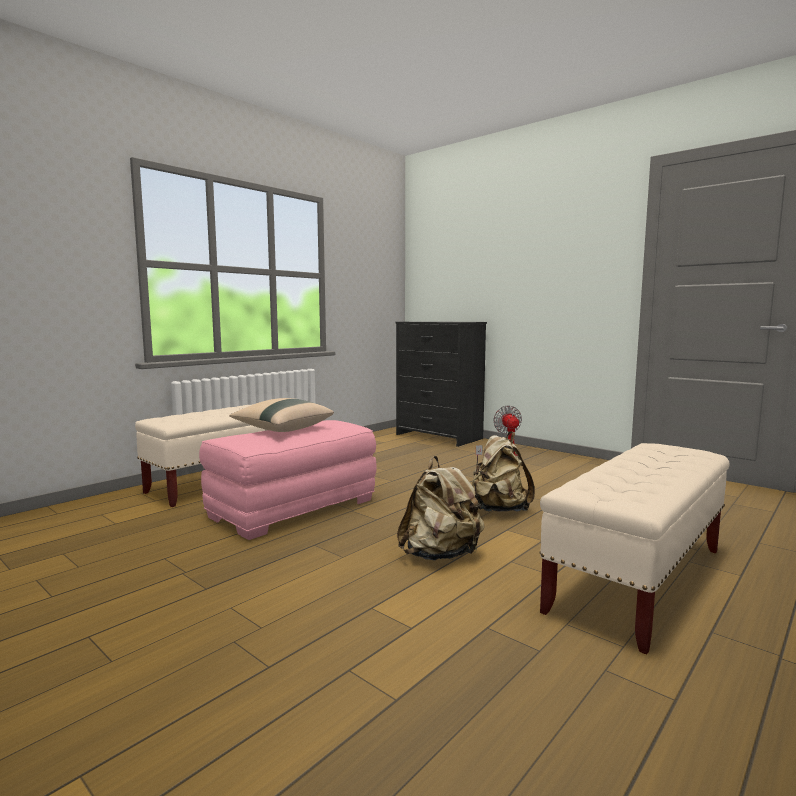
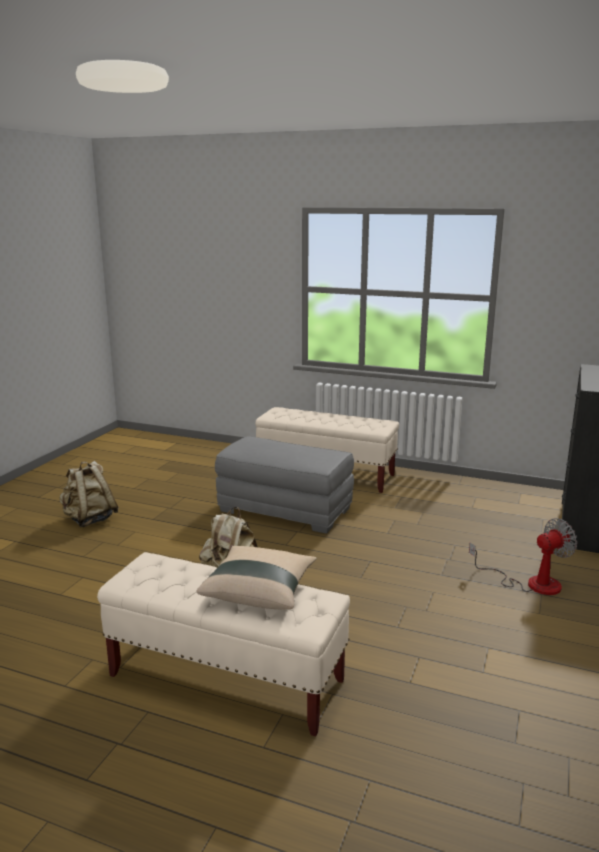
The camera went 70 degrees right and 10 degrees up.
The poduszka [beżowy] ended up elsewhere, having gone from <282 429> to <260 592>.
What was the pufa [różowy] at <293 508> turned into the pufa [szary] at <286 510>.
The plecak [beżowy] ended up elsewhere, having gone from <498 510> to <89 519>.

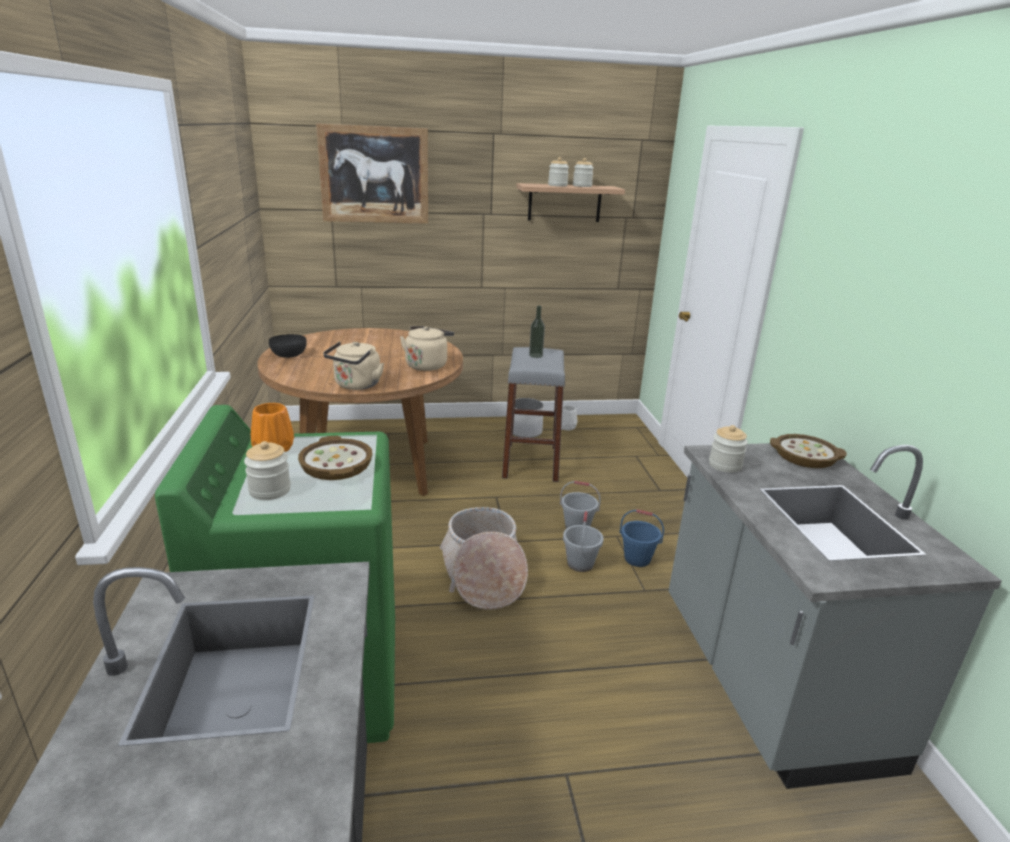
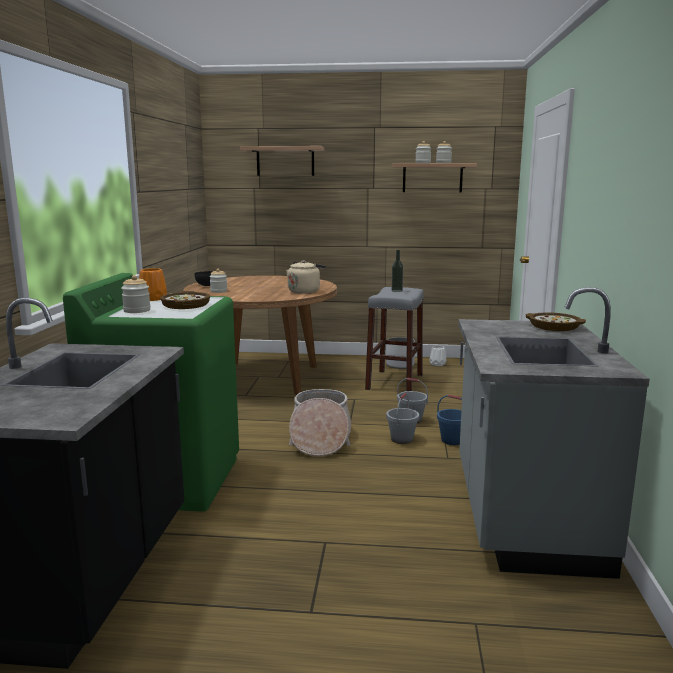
The camera went 15 degrees right and 10 degrees down.
Where the obraz hung at <374 175>, the półka came to hang at <285 161>.
The second view lost the czajnik [beżowy] at <356 385>.
The słoik ended up elsewhere, having gone from <725 465> to <218 291>.

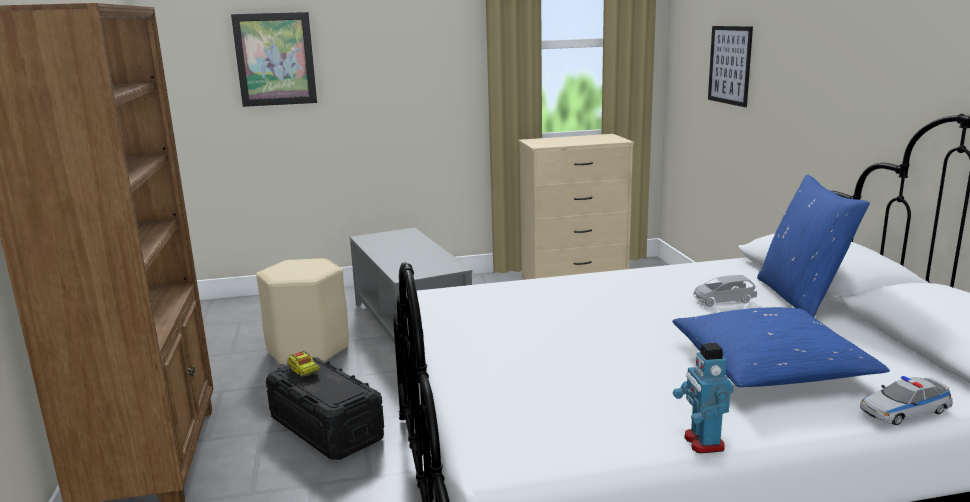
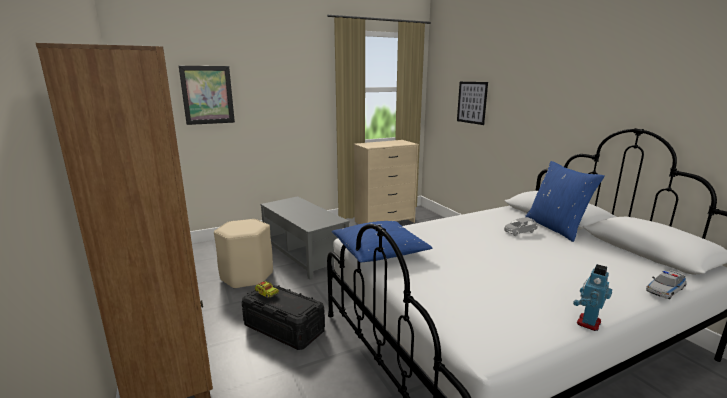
The camera went 15 degrees left and 0 degrees up.
The poduszka [niebieski] ended up elsewhere, having gone from <770 368> to <379 251>.
The robot zabawkowy at <703 442> ended up facing another way, 60 degrees clockwise from before.

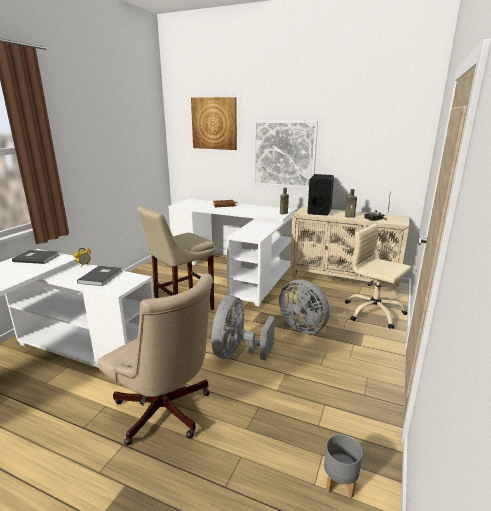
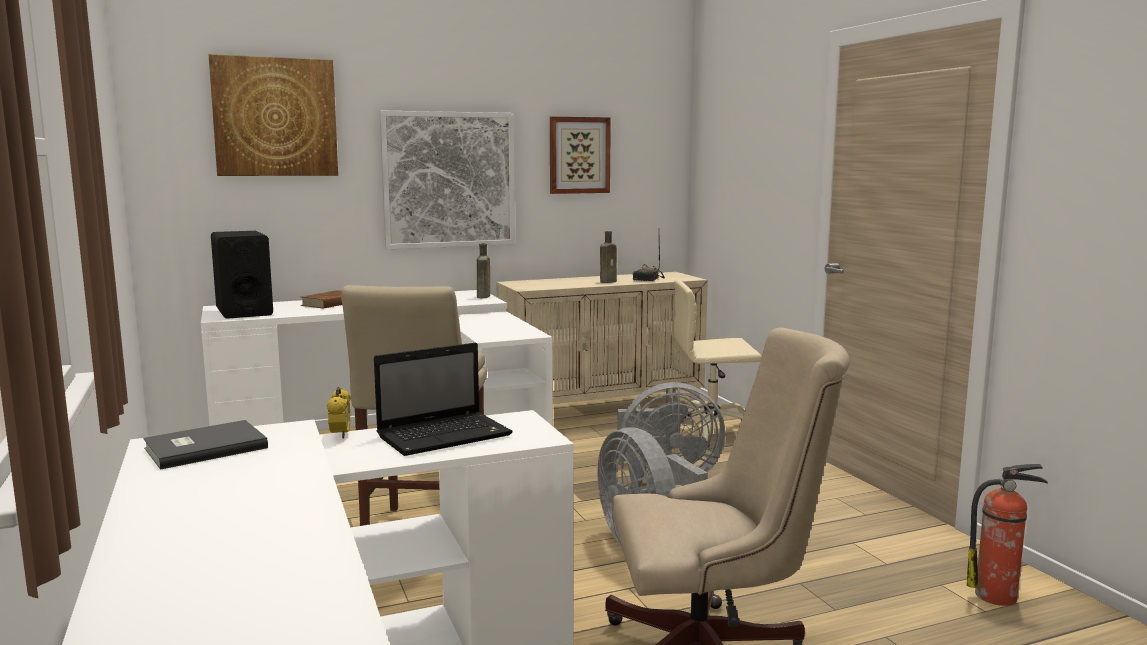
The camera went 45 degrees left and 10 degrees down.
The głośnik [czarny] ended up elsewhere, having gone from <319 211> to <244 311>.
Where the książka [szary] stood at <102 277>, the laptop came to stand at <446 435>.
Where the donica [szary] stood at <339 483>, the gaśnica came to stand at <998 596>.
The second view gained the obraz at <579 155>.

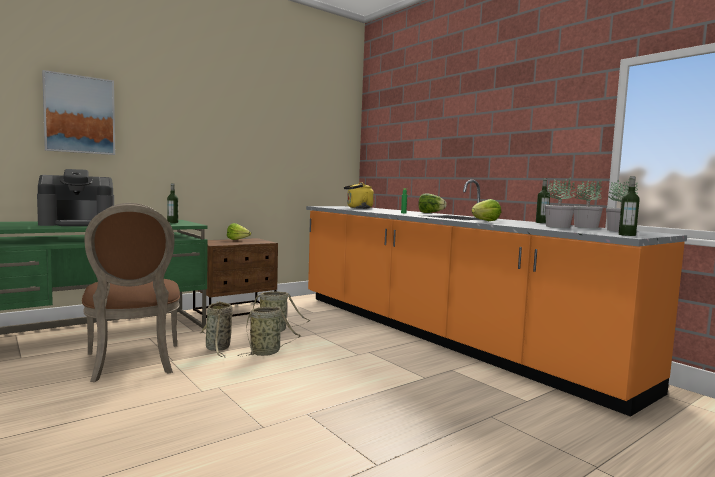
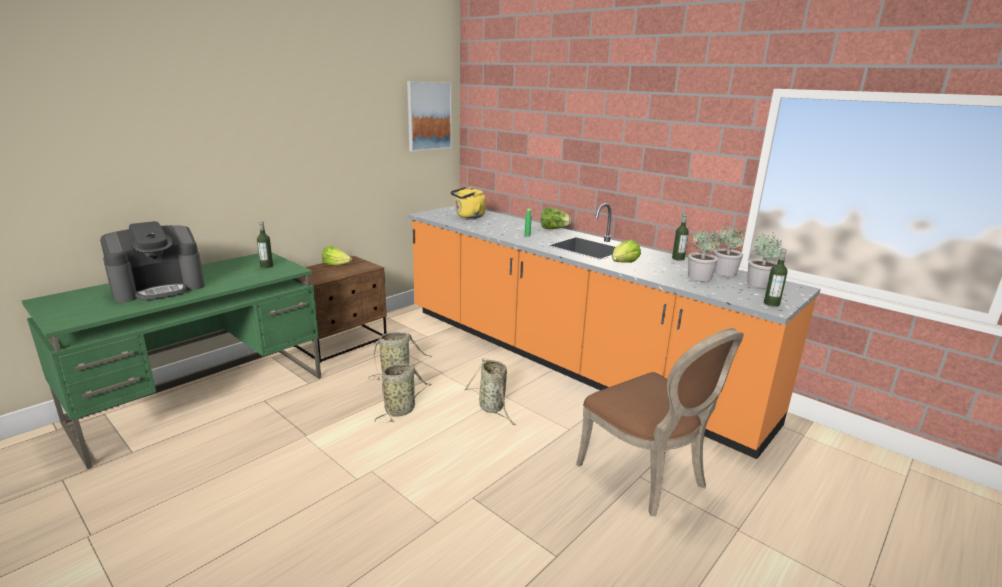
The camera went 10 degrees left and 15 degrees up.
The obraz ended up elsewhere, having gone from <79 114> to <429 116>.
The krzesło [brązowy] ended up elsewhere, having gone from <133 364> to <647 476>.
The koszyk ended up elsewhere, having gone from <218 348> to <492 408>.

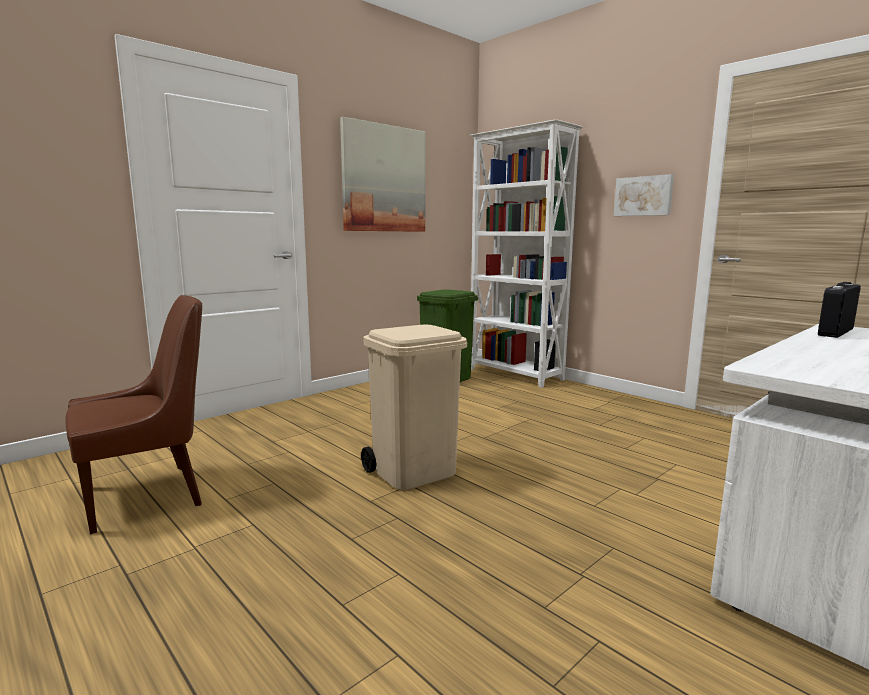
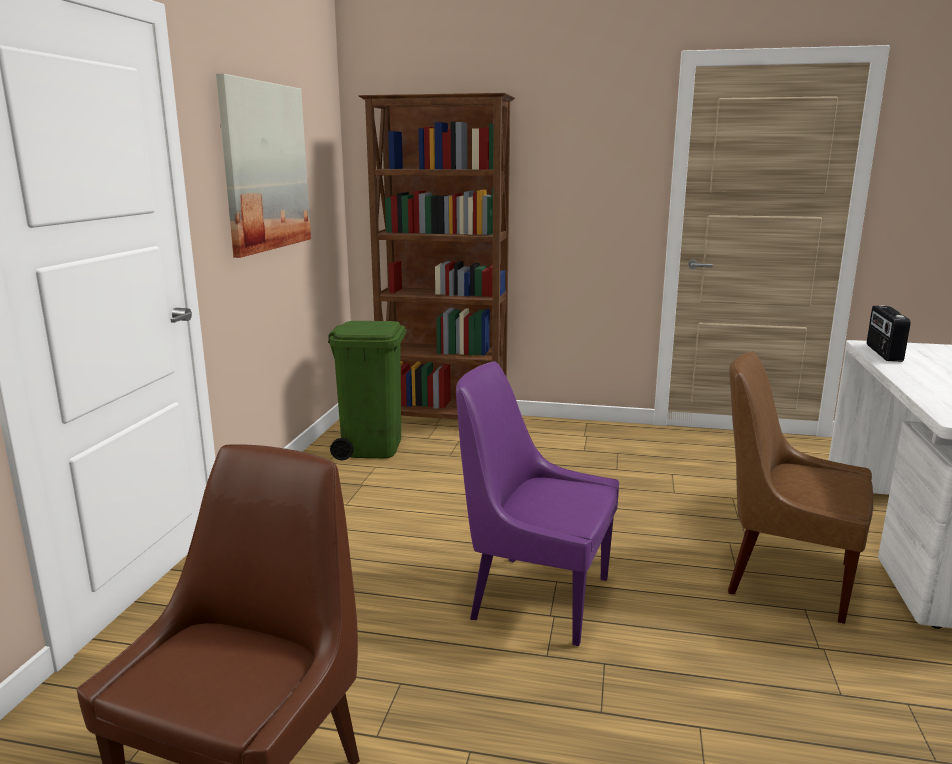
The camera went 35 degrees left and 5 degrees up.
What was the regał [biały] at <515 375> turned into the regał [brązowy] at <444 420>.
The second view lost the obraz at <643 196>.
Where the kosz na śmieci [beżowy] stood at <415 472>, the krzesło [fioletowy] came to stand at <535 597>.
The second view gained the krzesło [brązowy] at <783 577>.

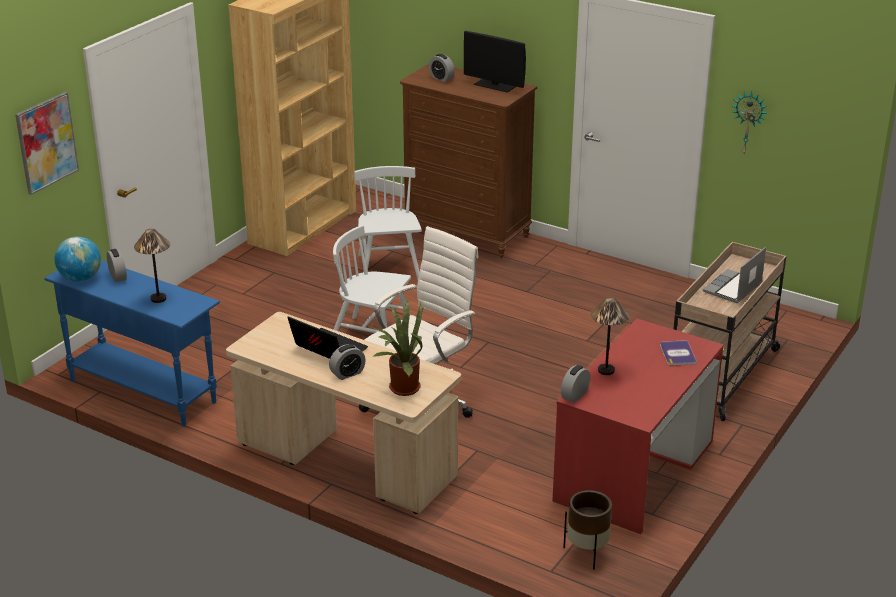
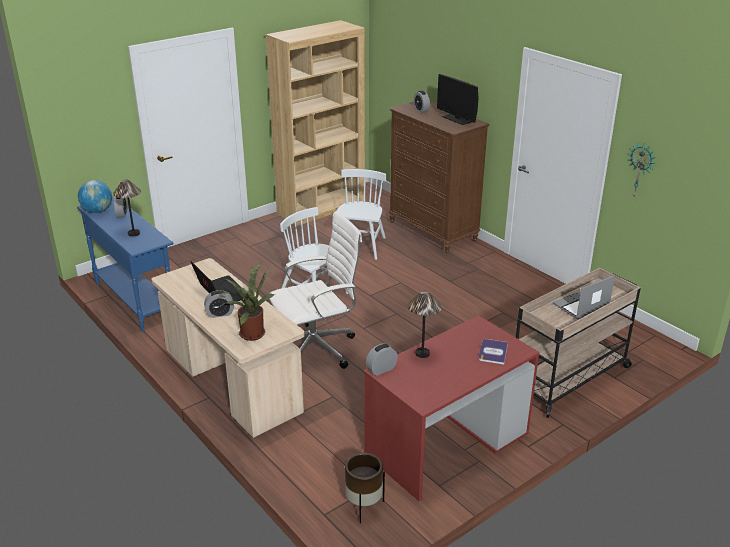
The camera went 20 degrees right and 0 degrees up.
The second view lost the obraz at <46 142>.

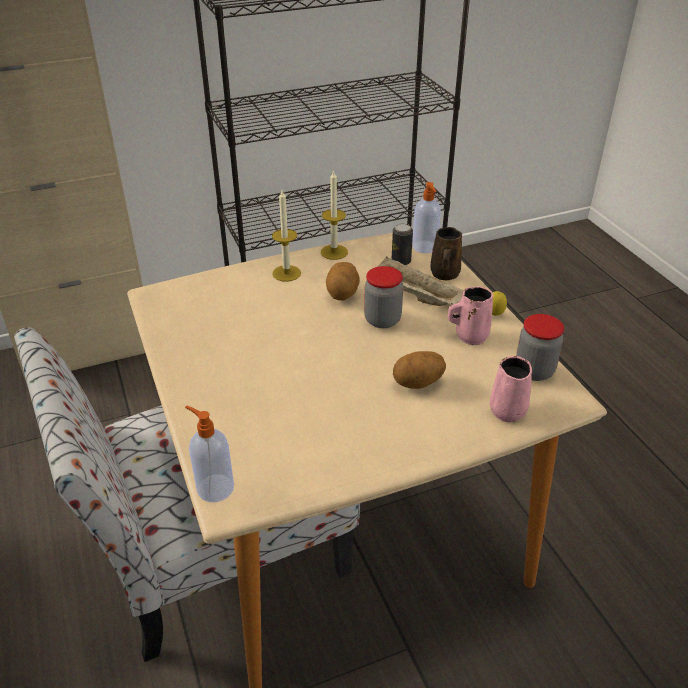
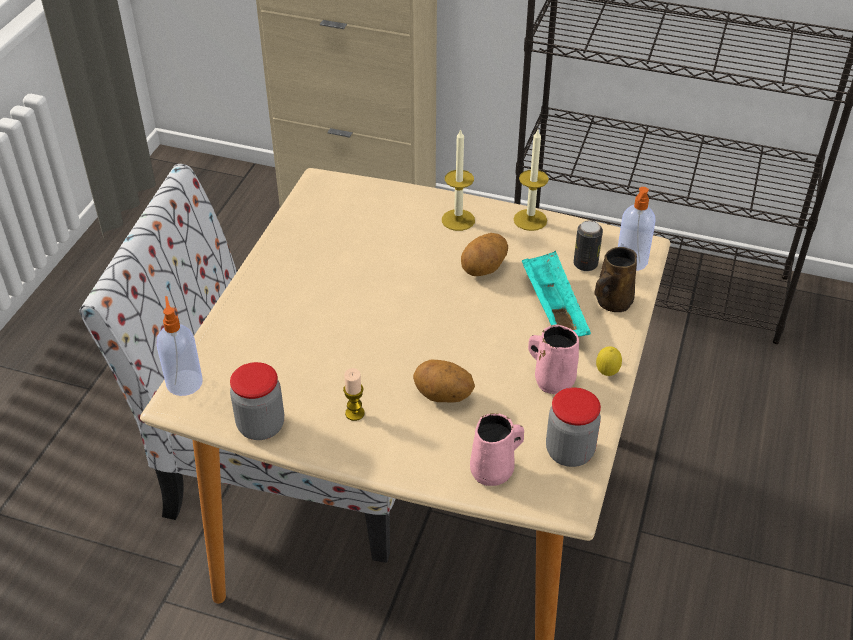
The camera went 40 degrees right and 5 degrees up.
What was the taca [beżowy] at <416 296> turned into the taca [turkusowy] at <552 309>.
The słoik ended up elsewhere, having gone from <382 320> to <261 426>.
The second view gained the świeca at <355 413>.

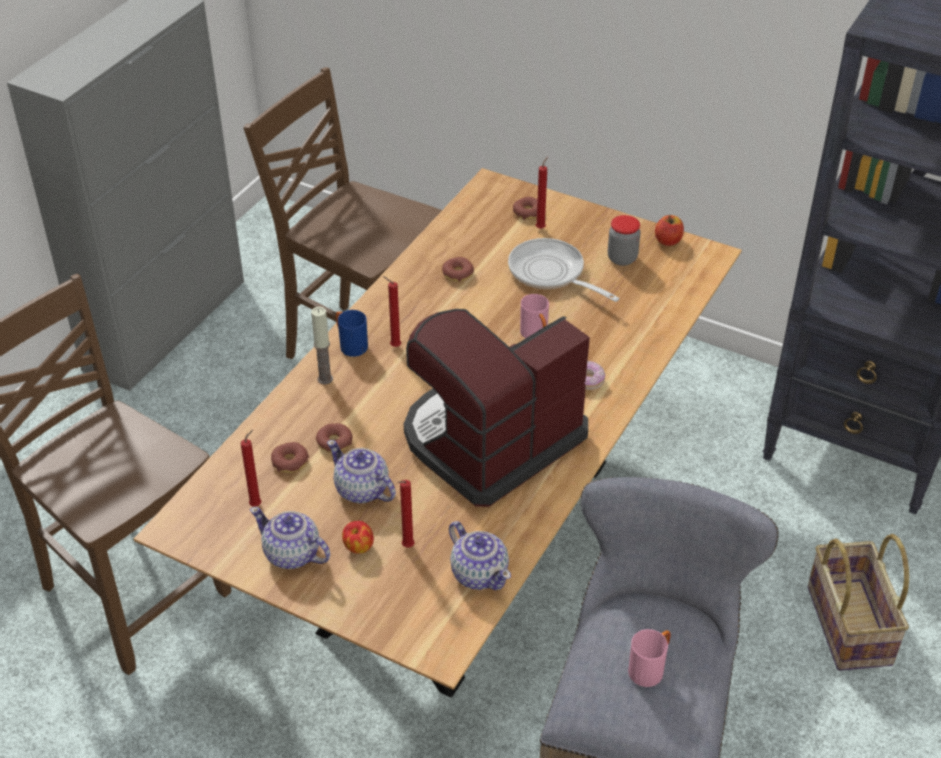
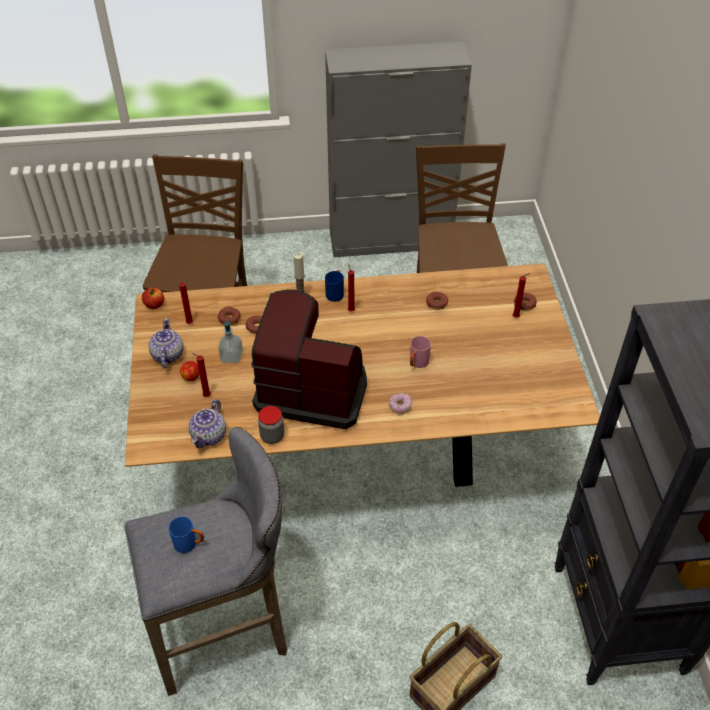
The camera went 55 degrees right and 5 degrees up.
The słoik ended up elsewhere, having gone from <622 258> to <272 436>.
The jabłko ended up elsewhere, having gone from <668 241> to <154 305>.
The second view lost the patelnia at <551 274>.
Where the imbryk stood at <362 490>, the dozownik mydła came to stand at <231 357>.
What was the kubek [różowy] at <650 668> turned into the kubek [niebieski] at <189 544>.

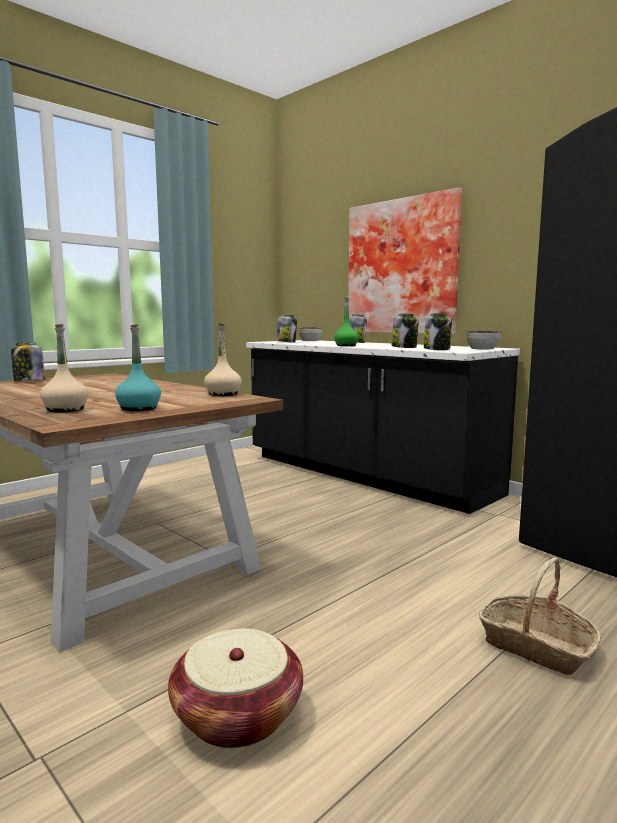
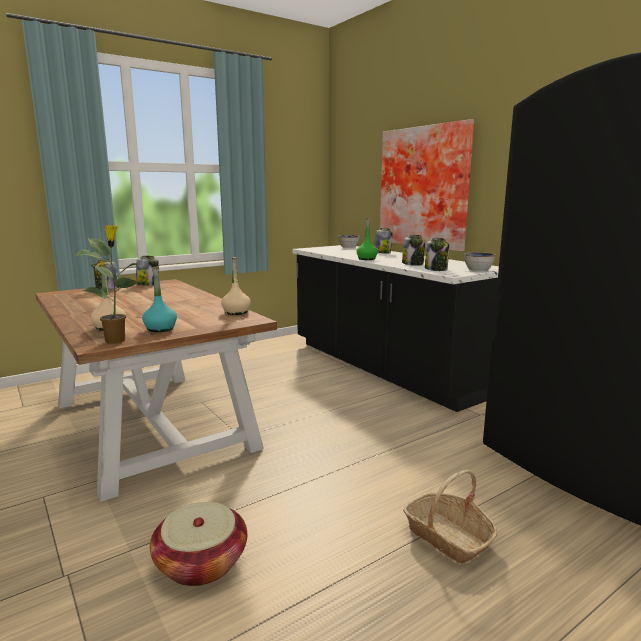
The camera went 10 degrees right and 5 degrees up.
The słoik ended up elsewhere, having gone from <286 342> to <148 284>.
The second view gained the roślina doniczkowa at <117 340>.

